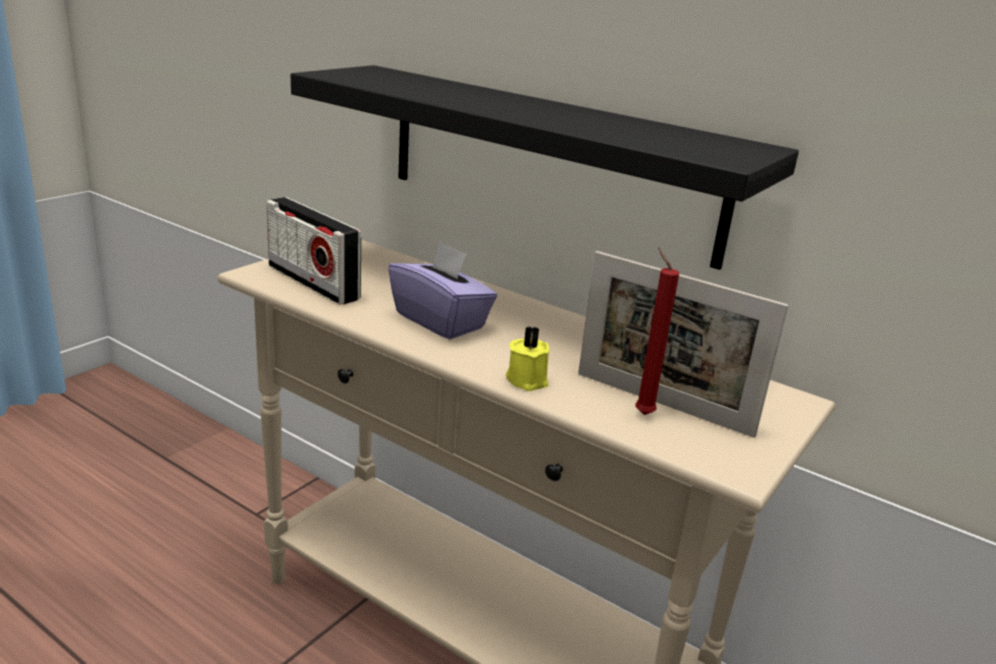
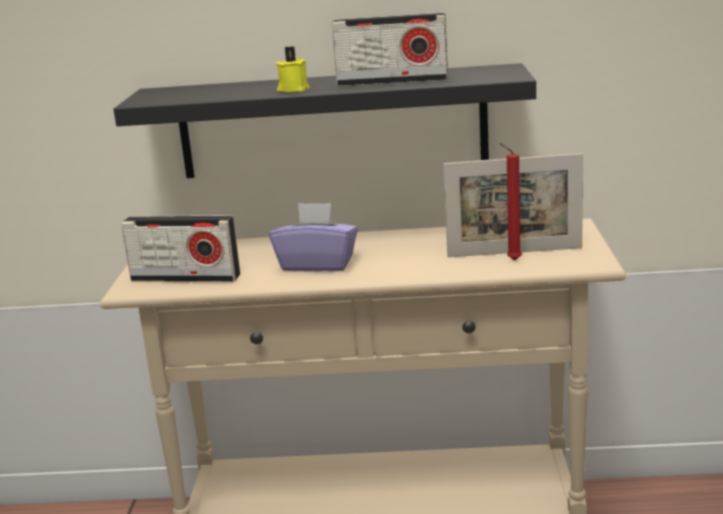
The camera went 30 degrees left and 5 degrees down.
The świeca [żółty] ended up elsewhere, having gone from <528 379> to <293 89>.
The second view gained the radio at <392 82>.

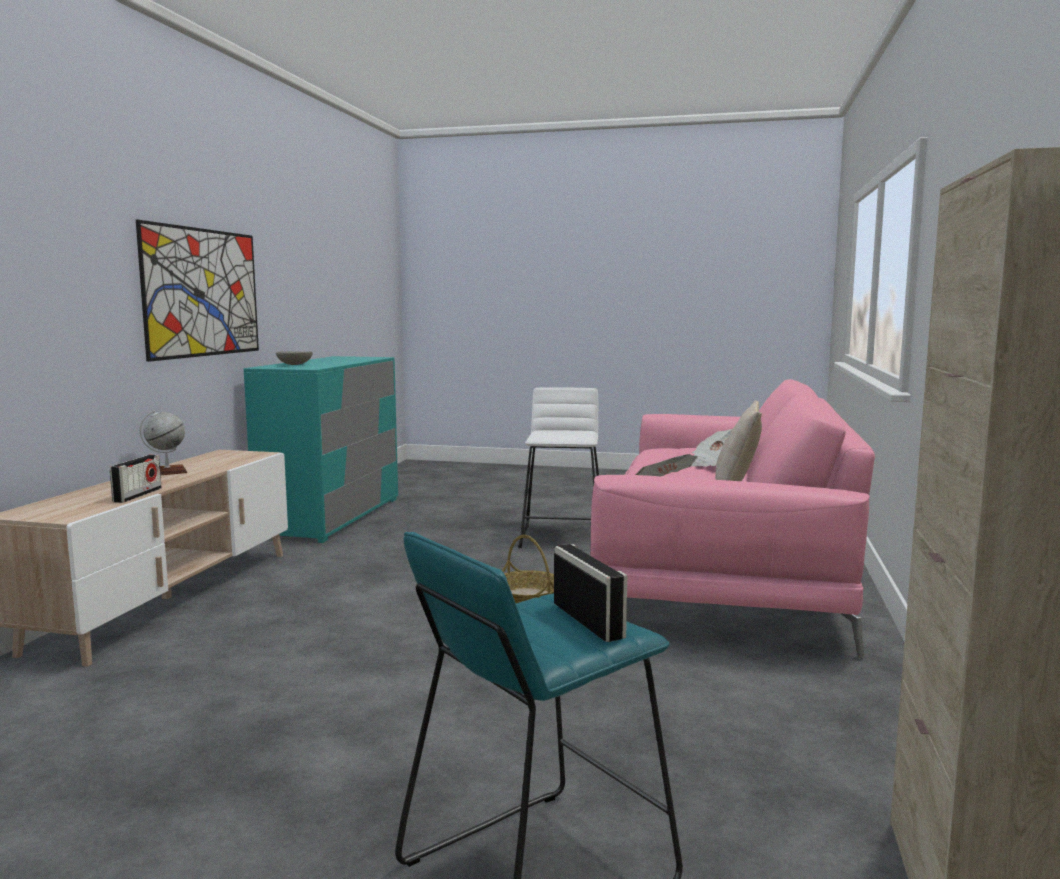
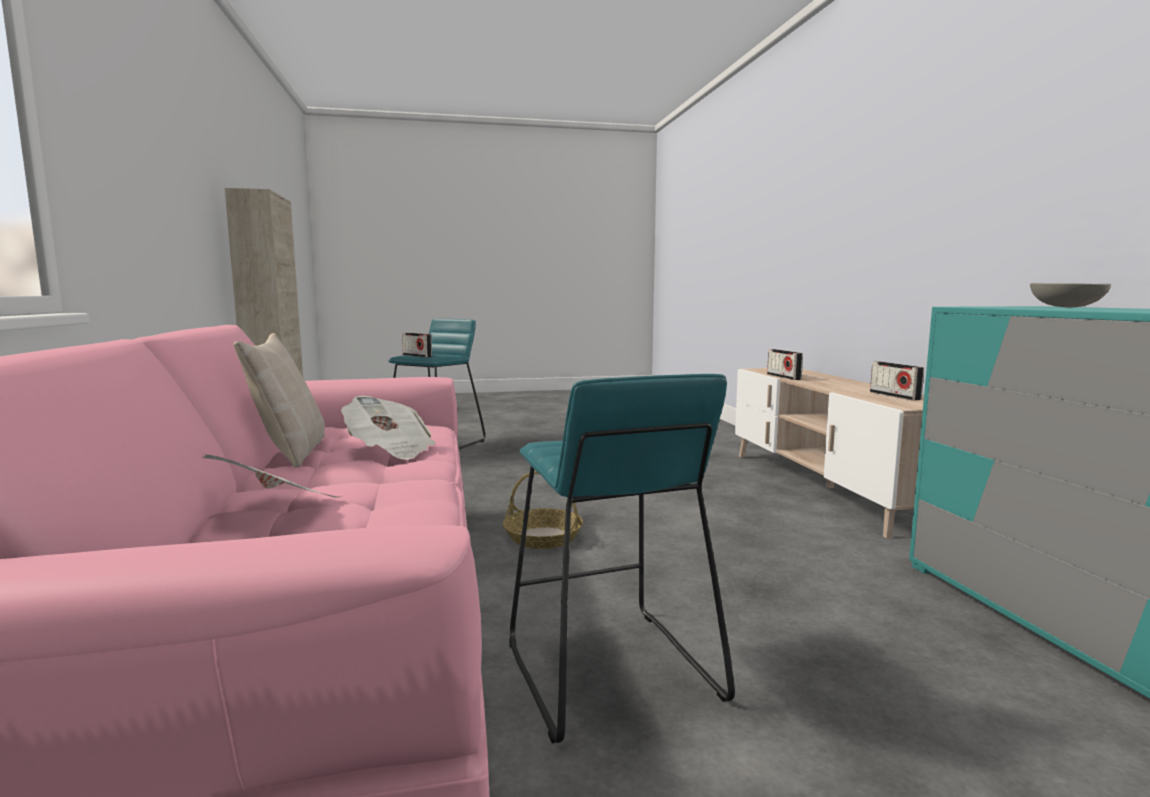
The camera went 155 degrees right and 0 degrees up.
The second view lost the obraz at <203 292>.
What was the stołek [biały] at <563 537> turned into the stołek [turkusowy] at <608 670>.
The second view lost the globus at <167 472>.
The second view gained the radio at <894 396>.

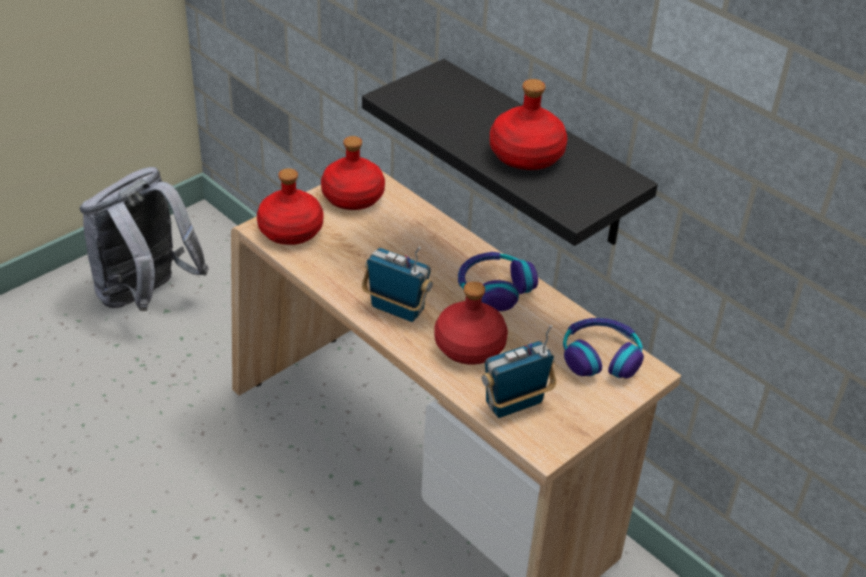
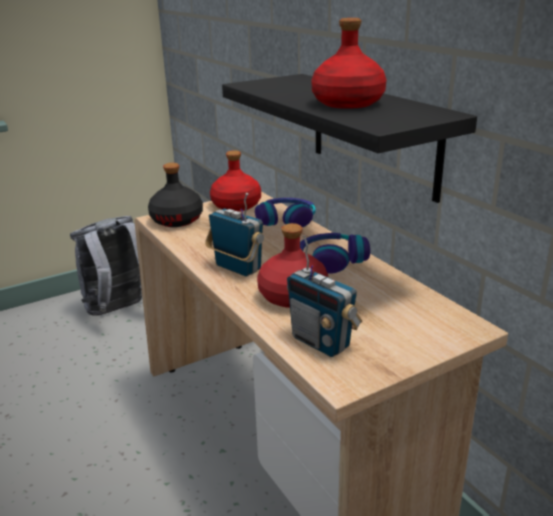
The camera went 15 degrees right and 15 degrees down.
What was the butelka [czerwony] at <290 230> turned into the butelka [czarny] at <177 220>.
The słuchawki ended up elsewhere, having gone from <600 356> to <286 220>.
The radio at <514 404> ended up facing another way, 120 degrees counterclockwise from before.

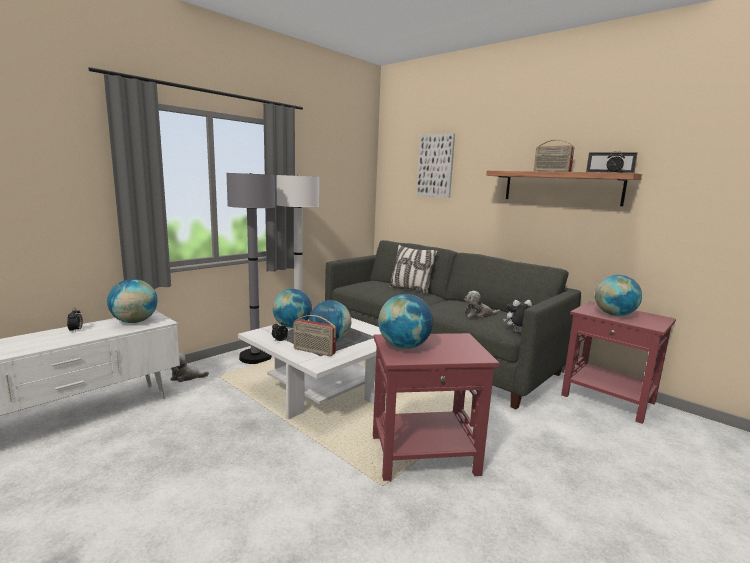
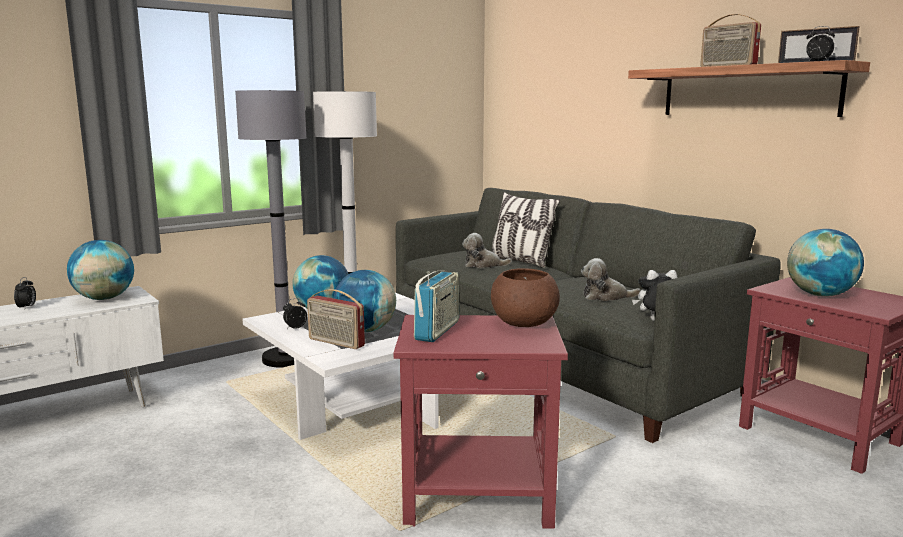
The camera went 10 degrees right and 0 degrees up.
The second view lost the obraz at <435 165>.
Where the globus stood at <404 347>, the radio came to stand at <437 330>.
The pluszak ended up elsewhere, having gone from <186 377> to <483 265>.
The second view gained the miska [brązowy] at <524 323>.

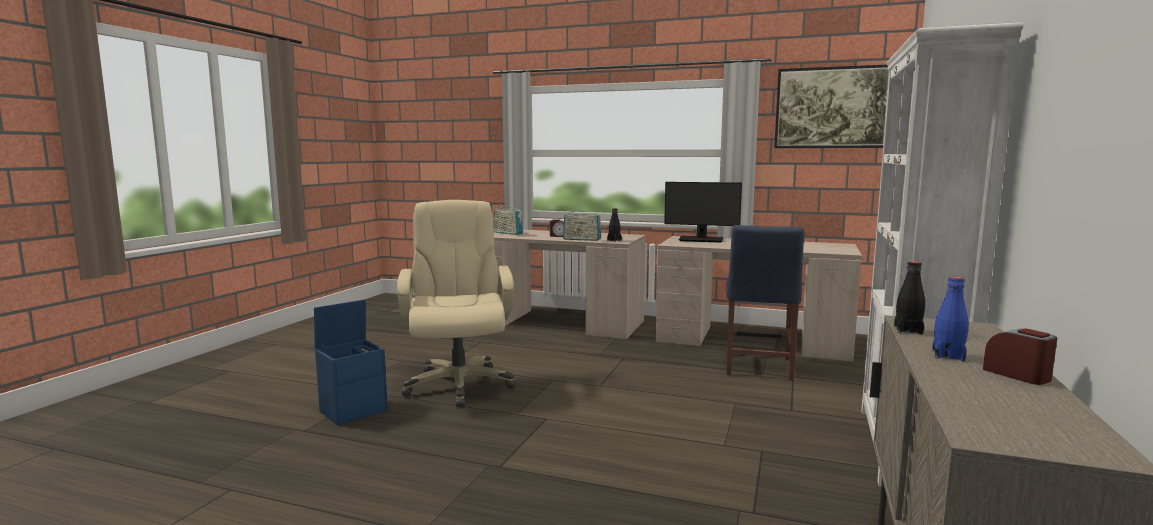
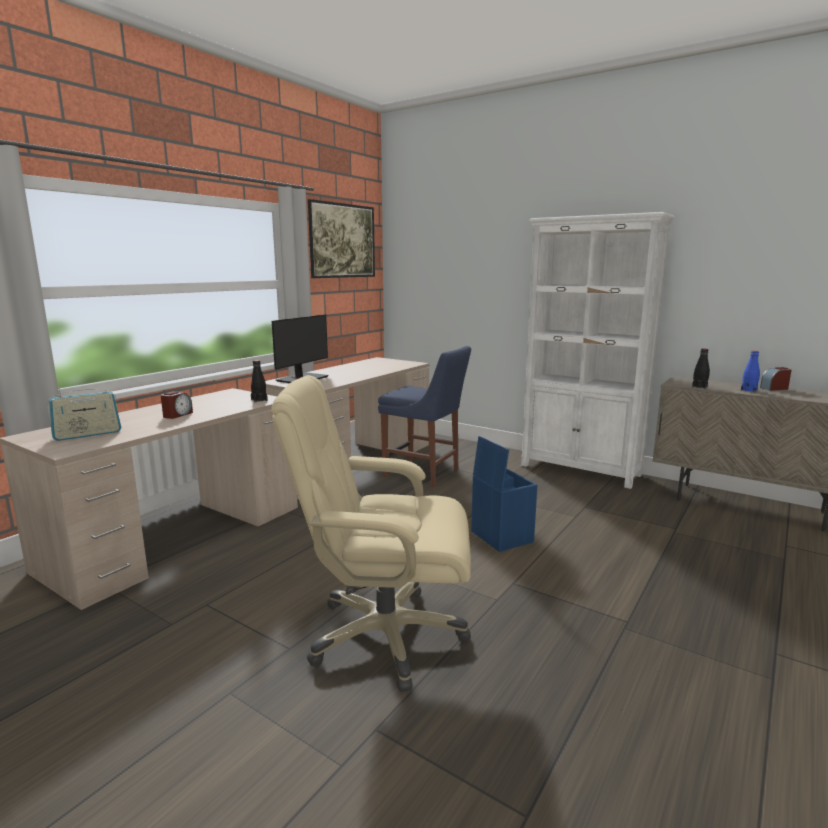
The camera went 75 degrees left and 5 degrees up.
The second view lost the radio at <582 239>.
The pojemnik do przechowywania [niebieski] ended up elsewhere, having gone from <354 410> to <500 536>.

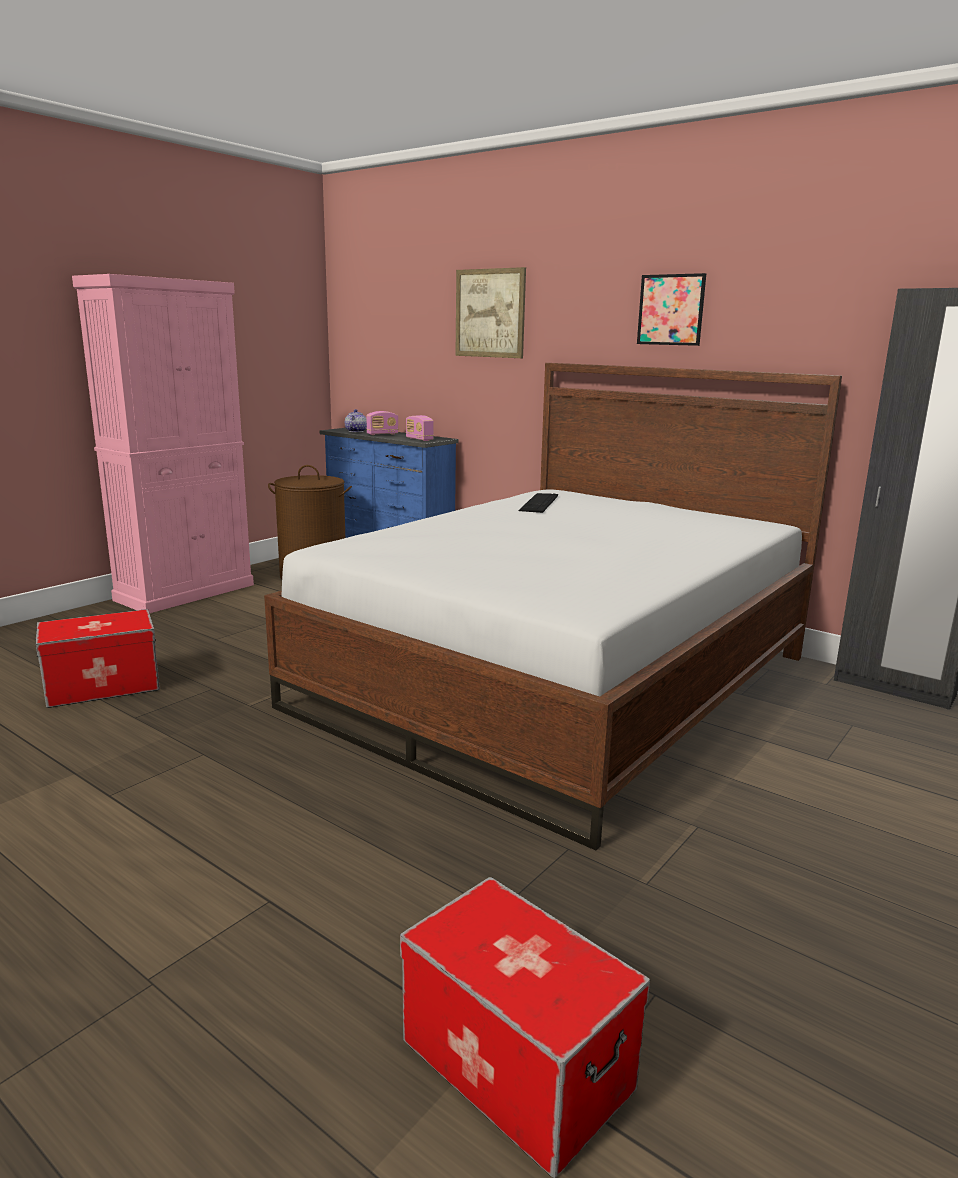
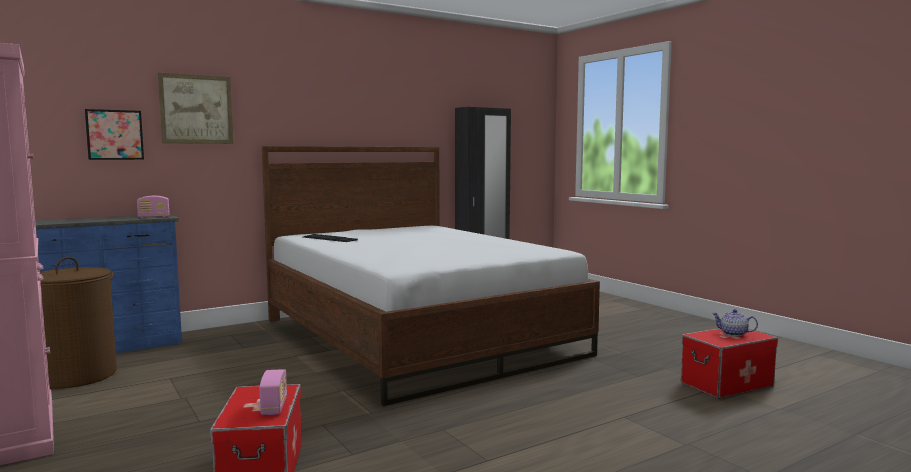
The camera went 70 degrees left and 10 degrees down.
The obraz ended up elsewhere, having gone from <671 310> to <115 135>.
The imbryk ended up elsewhere, having gone from <355 431> to <733 334>.
The radio ended up elsewhere, having gone from <382 434> to <274 407>.

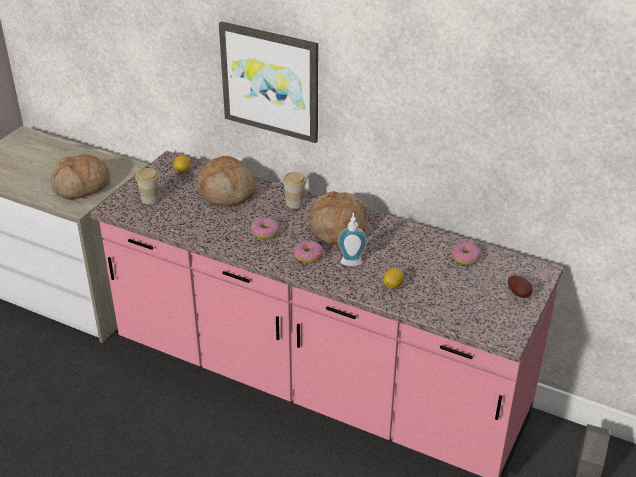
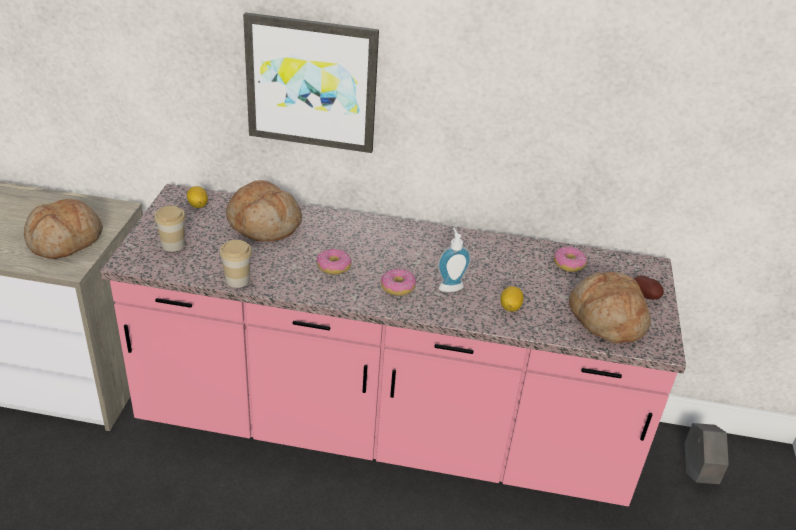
The camera went 20 degrees left and 0 degrees up.
The filiżanka ended up elsewhere, having gone from <294 203> to <237 280>.
The chleb ended up elsewhere, having gone from <337 228> to <606 318>.

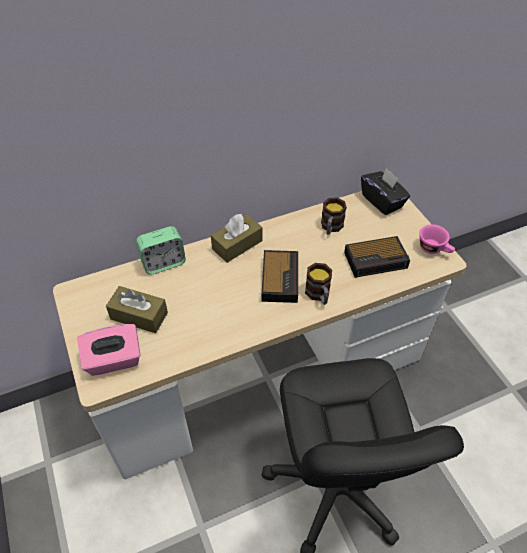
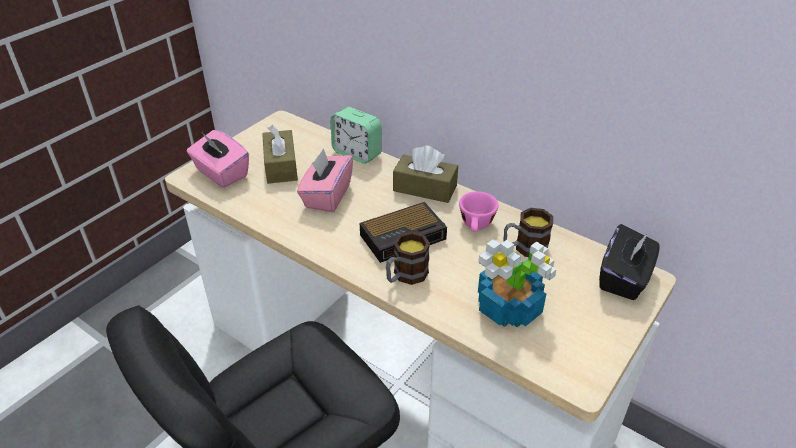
The camera went 60 degrees right and 10 degrees down.
The filiżanka [różowy] ended up elsewhere, having gone from <434 249> to <476 226>.
Where the budzik stood at <377 260>, the roślina doniczkowa came to stand at <510 308>.
The second view gained the pudełko chusteczek [różowy] at <327 196>.

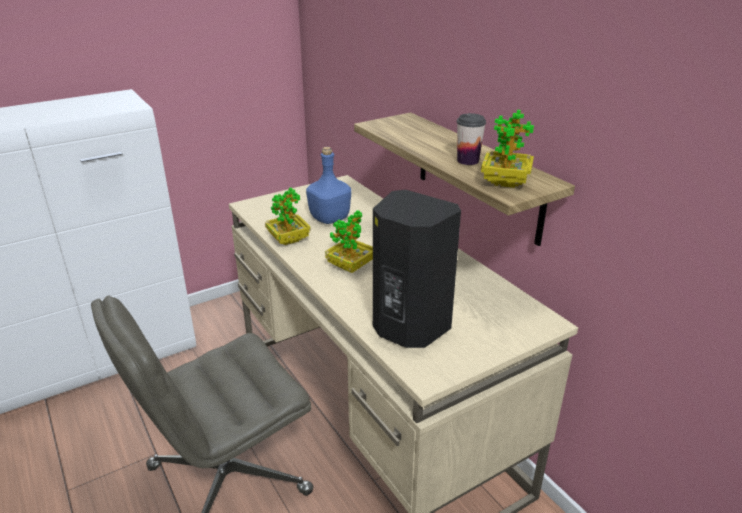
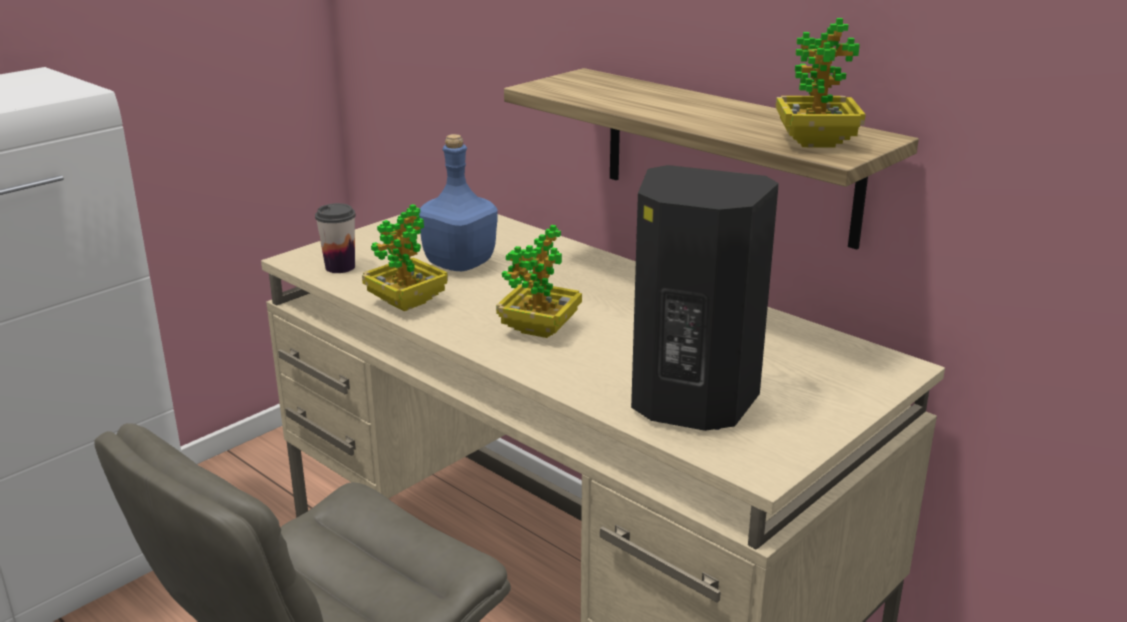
The camera went 15 degrees left and 5 degrees down.
The filiżanka ended up elsewhere, having gone from <468 161> to <340 267>.

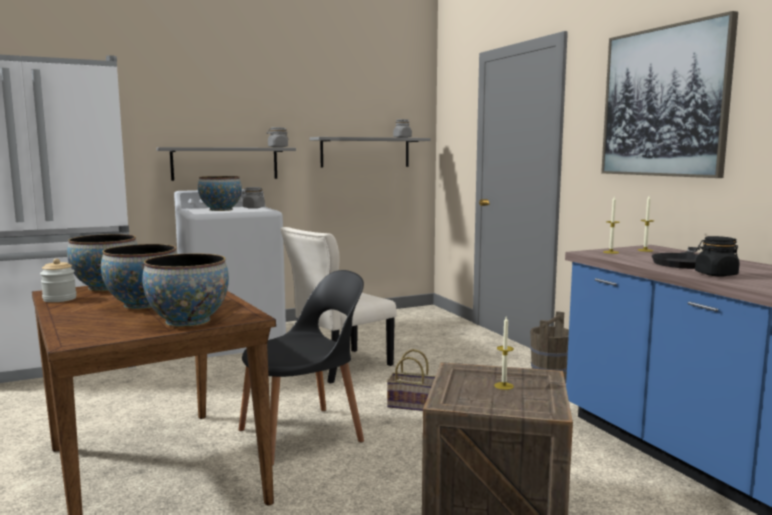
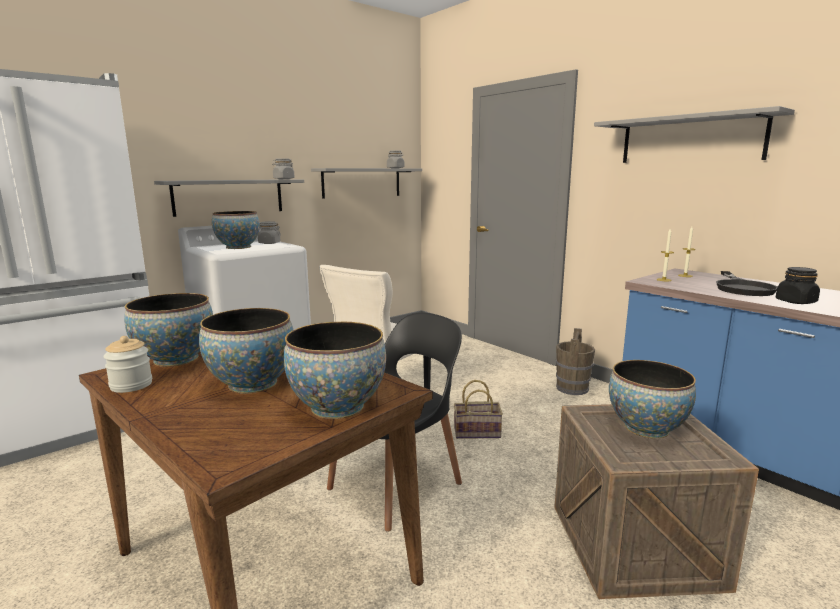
The camera went 15 degrees left and 5 degrees up.
Where the obraz hung at <664 102>, the półka [szary] came to hang at <690 139>.
Where the świeca stood at <503 386>, the miska came to stand at <646 428>.

